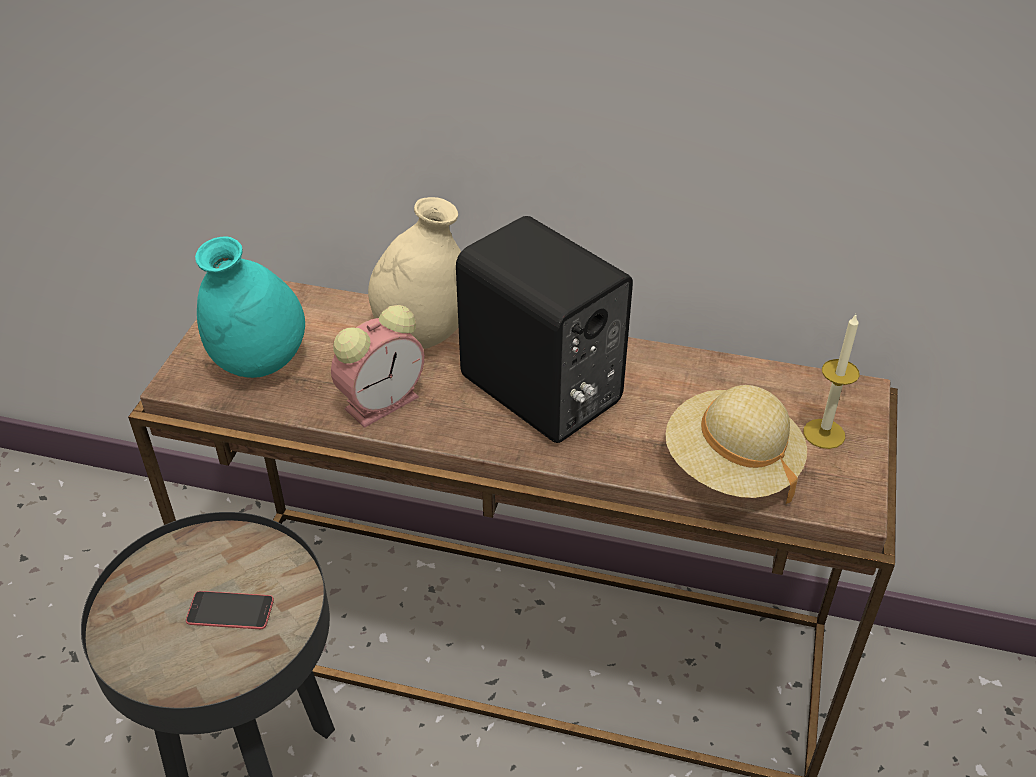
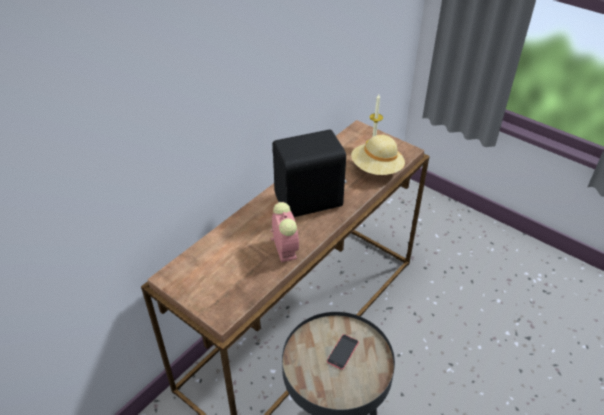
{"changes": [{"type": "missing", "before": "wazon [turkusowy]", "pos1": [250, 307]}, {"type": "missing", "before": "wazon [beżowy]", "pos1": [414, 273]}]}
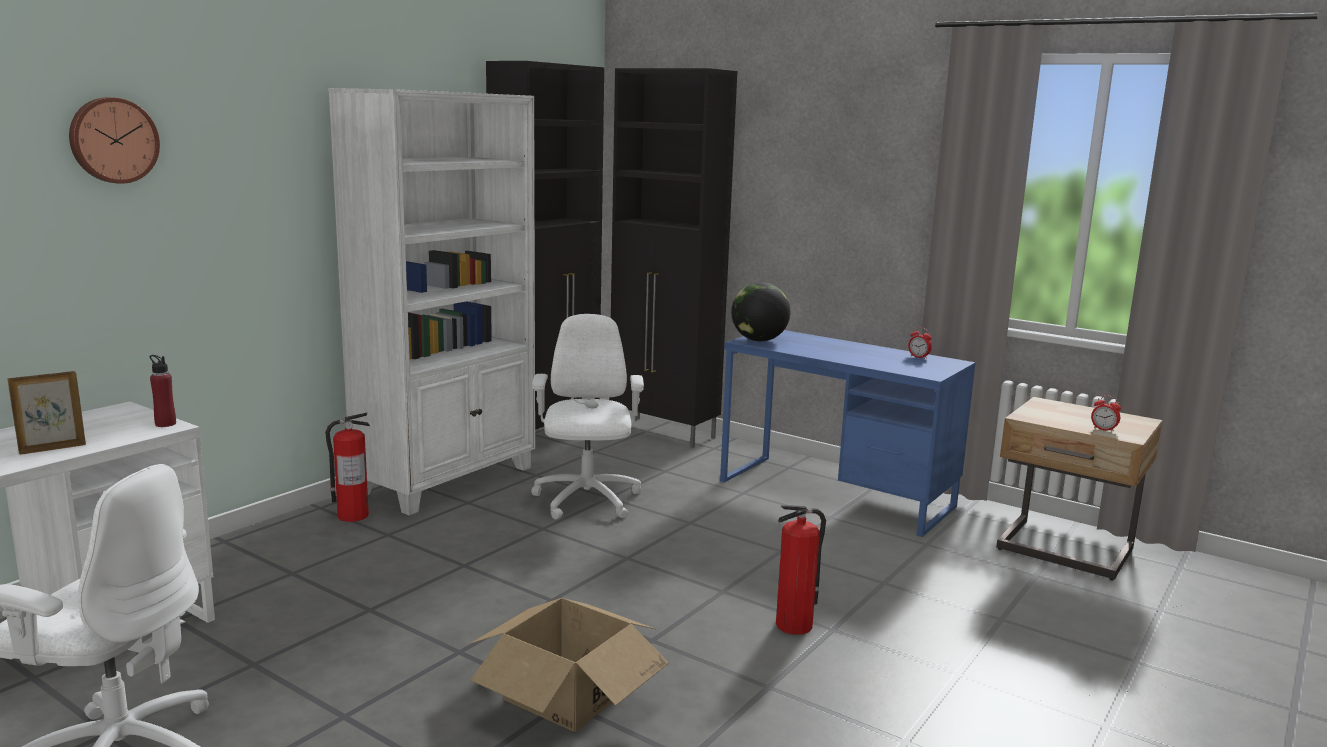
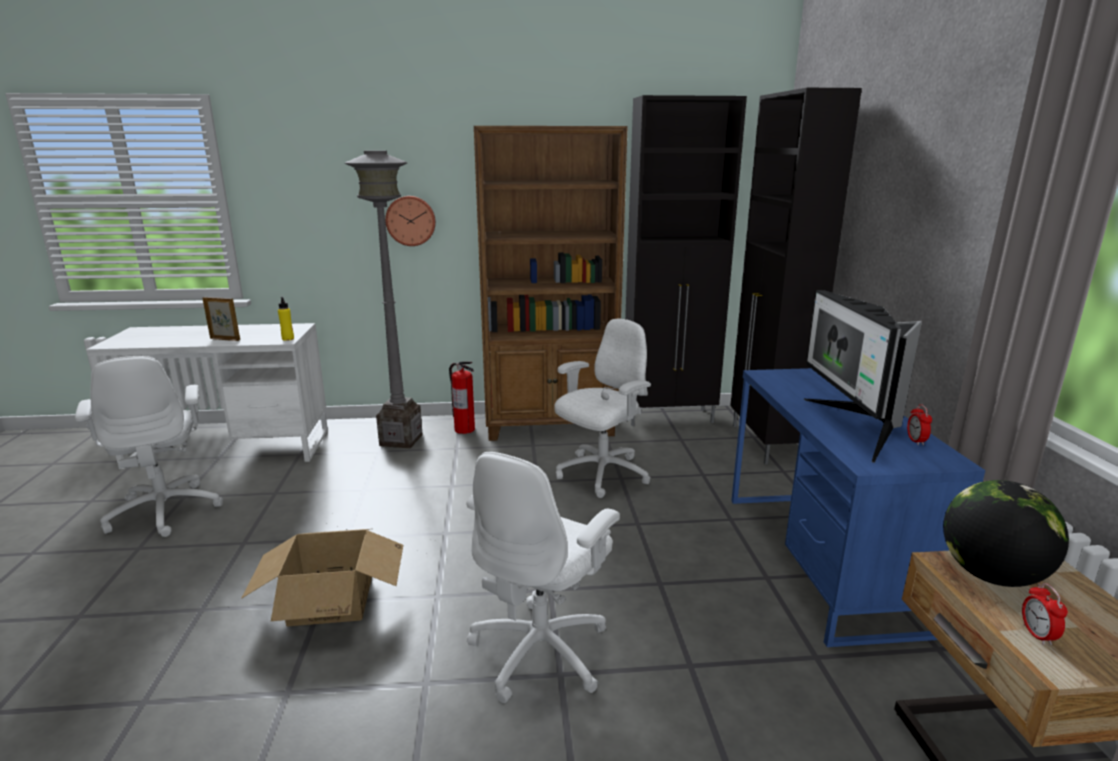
{"changes": [{"type": "relocated", "before": "zegar ścienny", "pos1": [114, 140], "pos2": [410, 221]}, {"type": "colour", "before": "butelka [czerwony]", "after": "butelka [żółty]", "pos1": [163, 391], "pos2": [286, 318]}, {"type": "colour", "before": "regał [biały]", "after": "regał [brązowy]", "pos1": [431, 301], "pos2": [551, 283]}, {"type": "relocated", "before": "globus", "pos1": [761, 311], "pos2": [1006, 533]}, {"type": "exchanged", "before": "gaśnica", "after": "krzesło biurowe [biały]", "pos1": [801, 570], "pos2": [543, 577]}, {"type": "appeared", "after": "lampa stojąca [szary]", "pos2": [384, 299]}, {"type": "appeared", "after": "monitor", "pos2": [862, 376]}]}
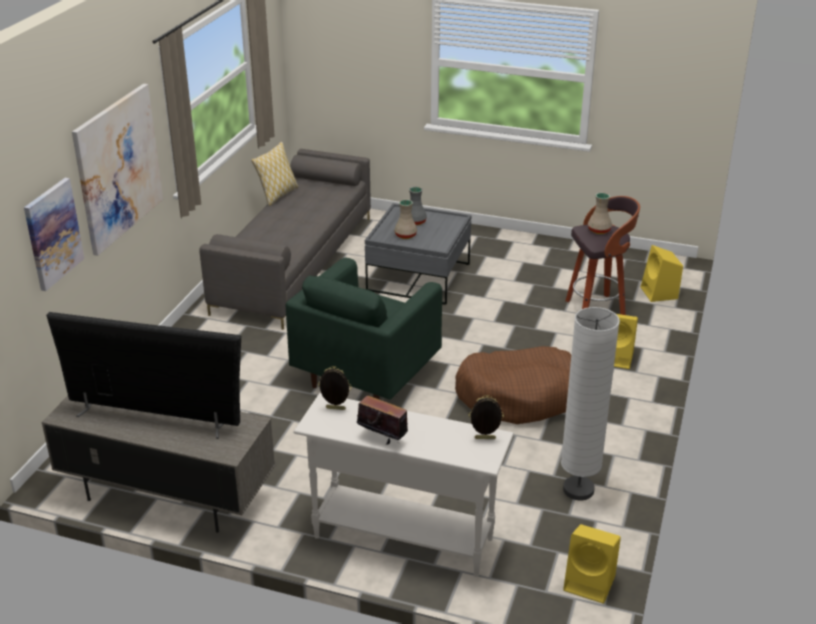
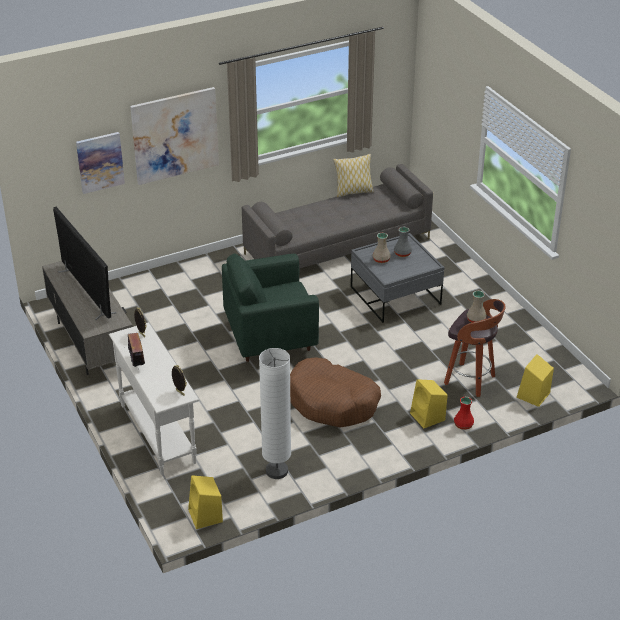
{"changes": [{"type": "appeared", "after": "wazon [czerwony]", "pos2": [464, 413]}]}
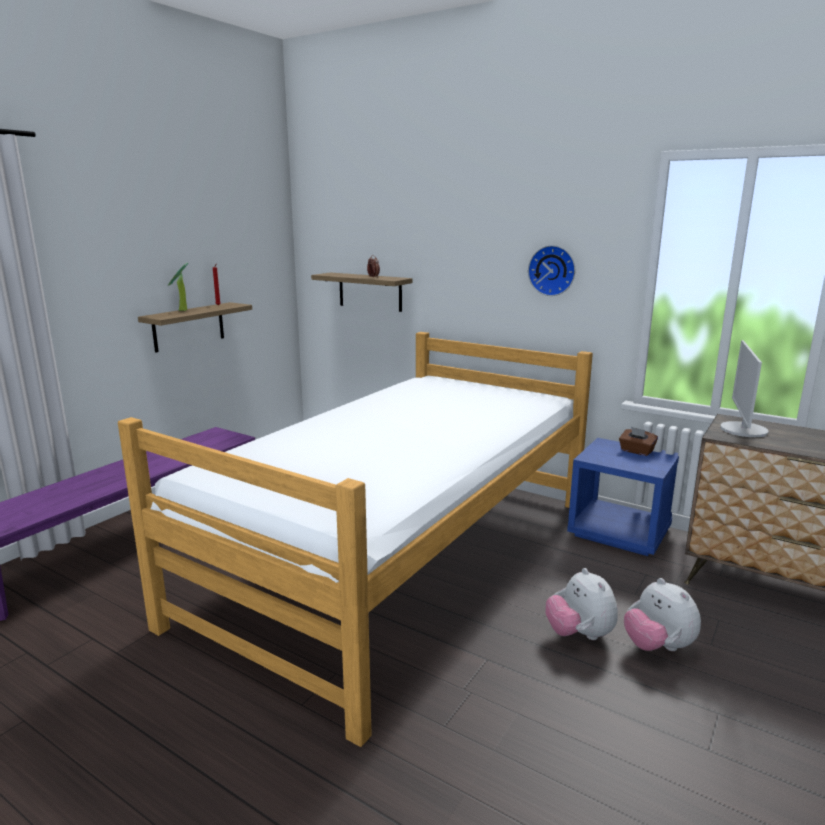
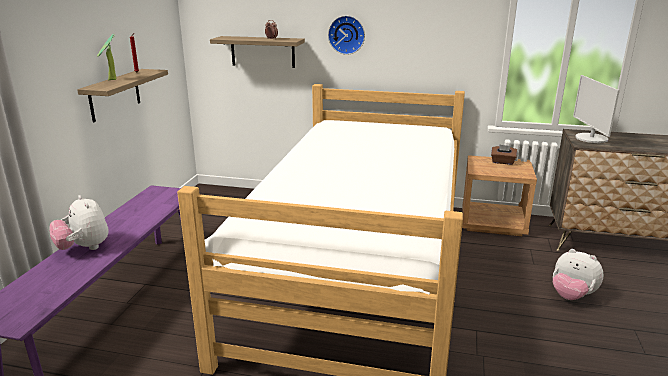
{"changes": [{"type": "relocated", "before": "zegar ścienny", "pos1": [551, 270], "pos2": [346, 35]}, {"type": "relocated", "before": "pluszak", "pos1": [582, 604], "pos2": [79, 222]}, {"type": "colour", "before": "szafka nocna [niebieski]", "after": "szafka nocna [brązowy]", "pos1": [623, 497], "pos2": [499, 195]}]}
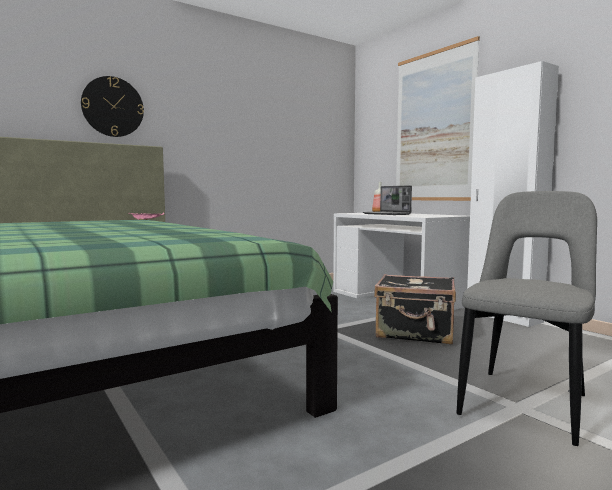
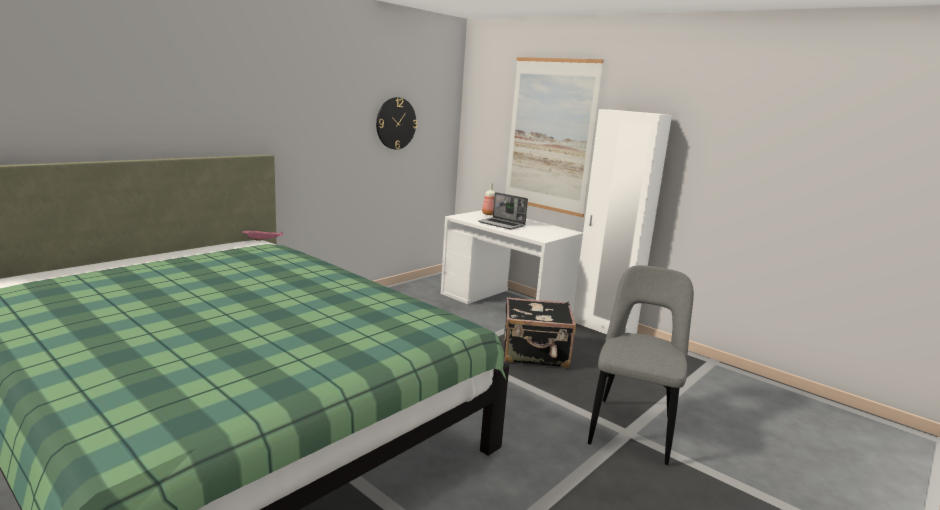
{"changes": [{"type": "relocated", "before": "zegar ścienny", "pos1": [112, 106], "pos2": [396, 123]}]}
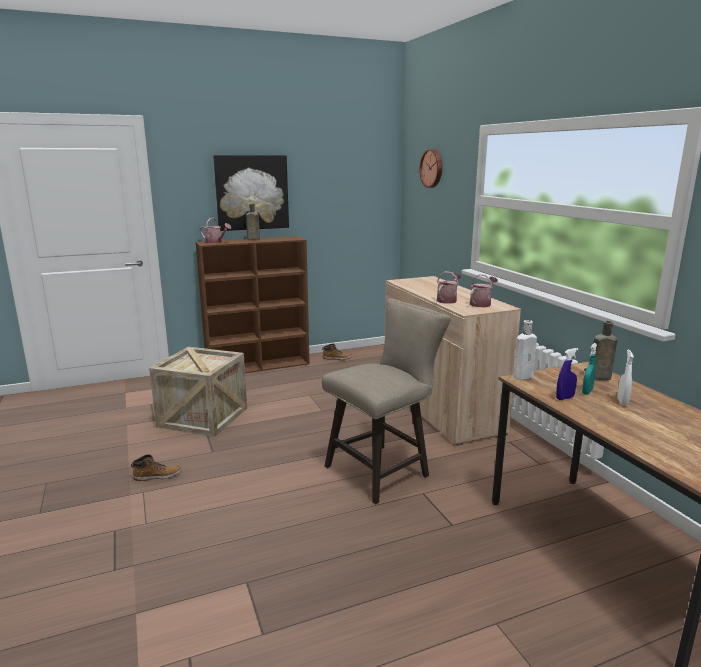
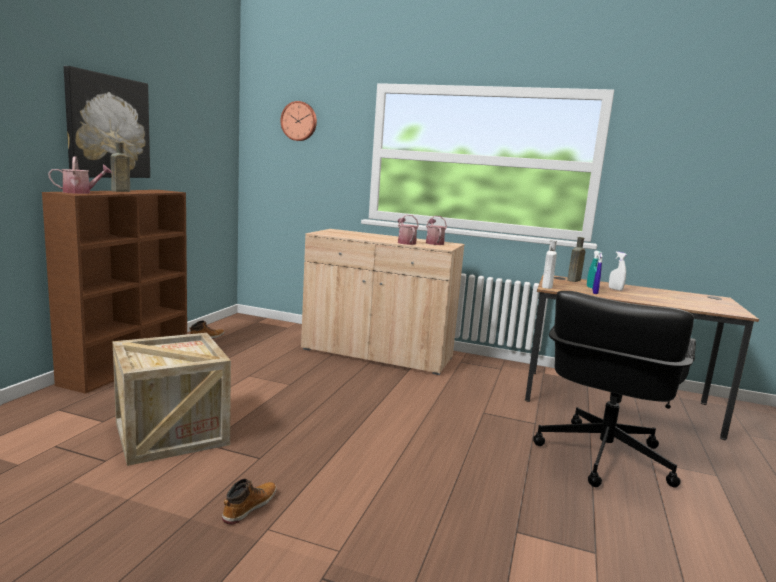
{"changes": [{"type": "missing", "before": "stołek [beżowy]", "pos1": [386, 401]}, {"type": "appeared", "after": "krzesło biurowe [czarny]", "pos2": [614, 389]}]}
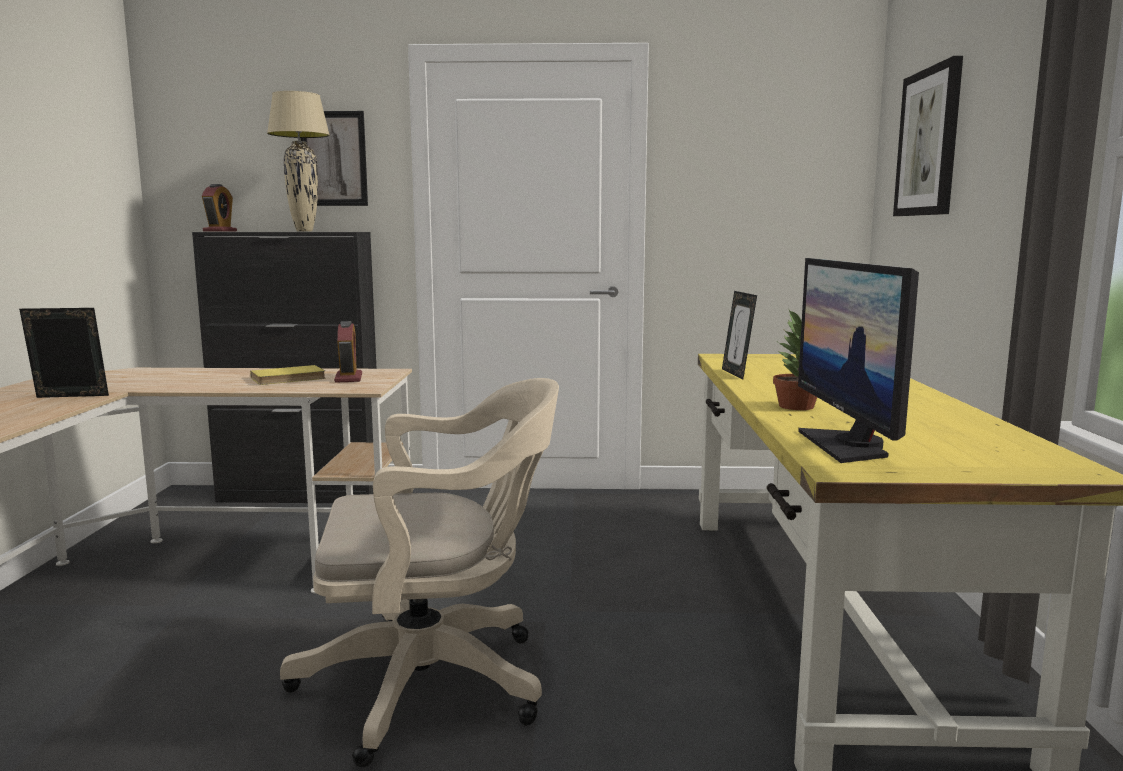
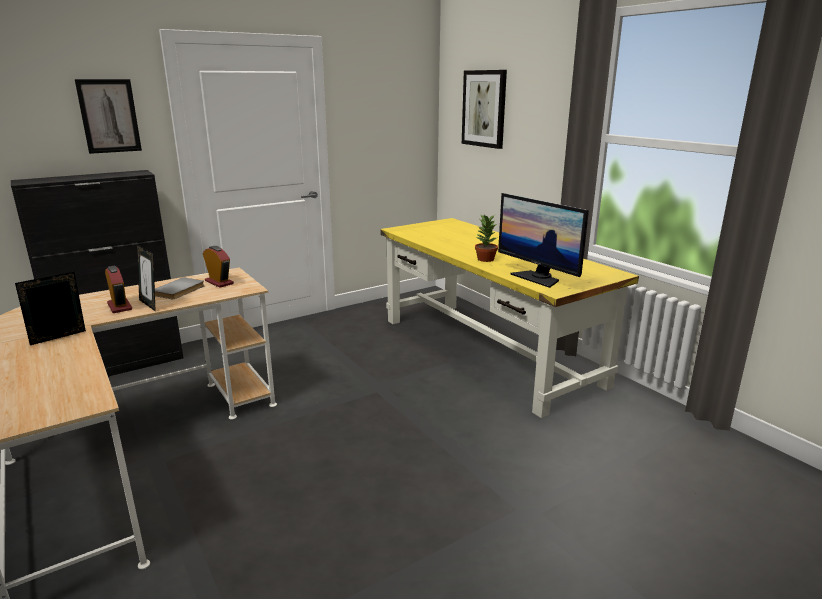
{"changes": [{"type": "relocated", "before": "budzik", "pos1": [219, 208], "pos2": [118, 289]}, {"type": "colour", "before": "książka [żółty]", "after": "książka [szary]", "pos1": [288, 375], "pos2": [179, 288]}, {"type": "missing", "before": "lampa stołowa [beżowy]", "pos1": [298, 161]}, {"type": "missing", "before": "krzesło biurowe [beżowy]", "pos1": [419, 572]}, {"type": "relocated", "before": "ramka na zdjęcie", "pos1": [739, 335], "pos2": [146, 277]}]}
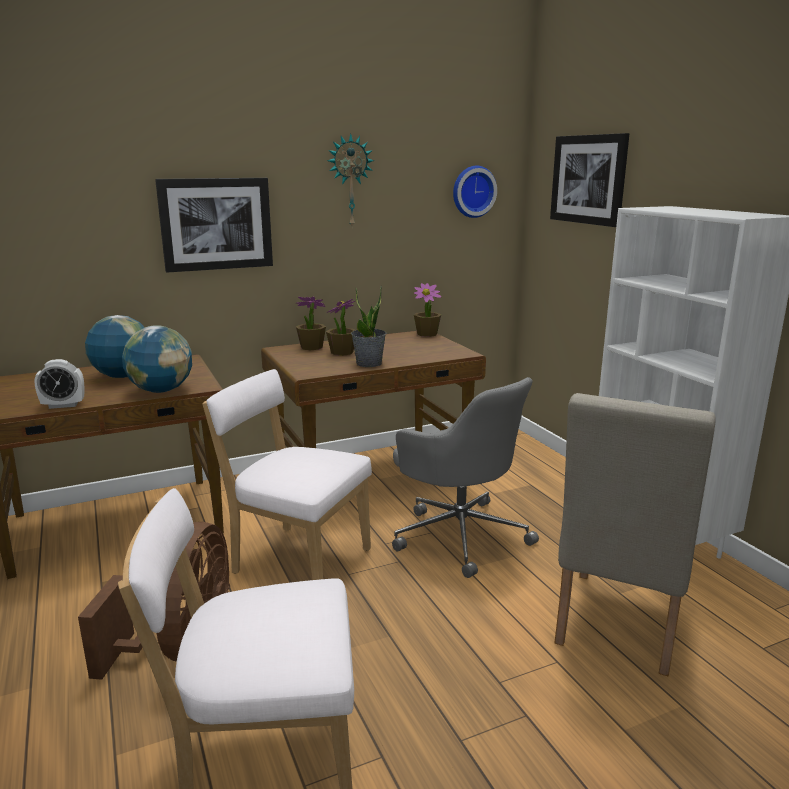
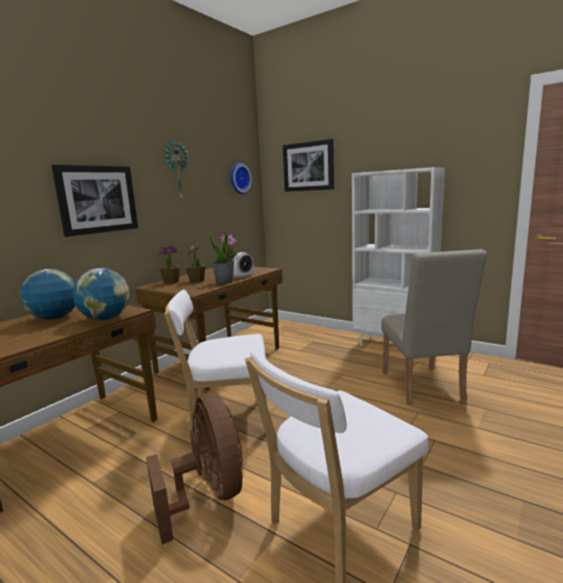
{"changes": [{"type": "relocated", "before": "budzik", "pos1": [60, 384], "pos2": [243, 265]}, {"type": "missing", "before": "krzesło biurowe [szary]", "pos1": [465, 477]}]}
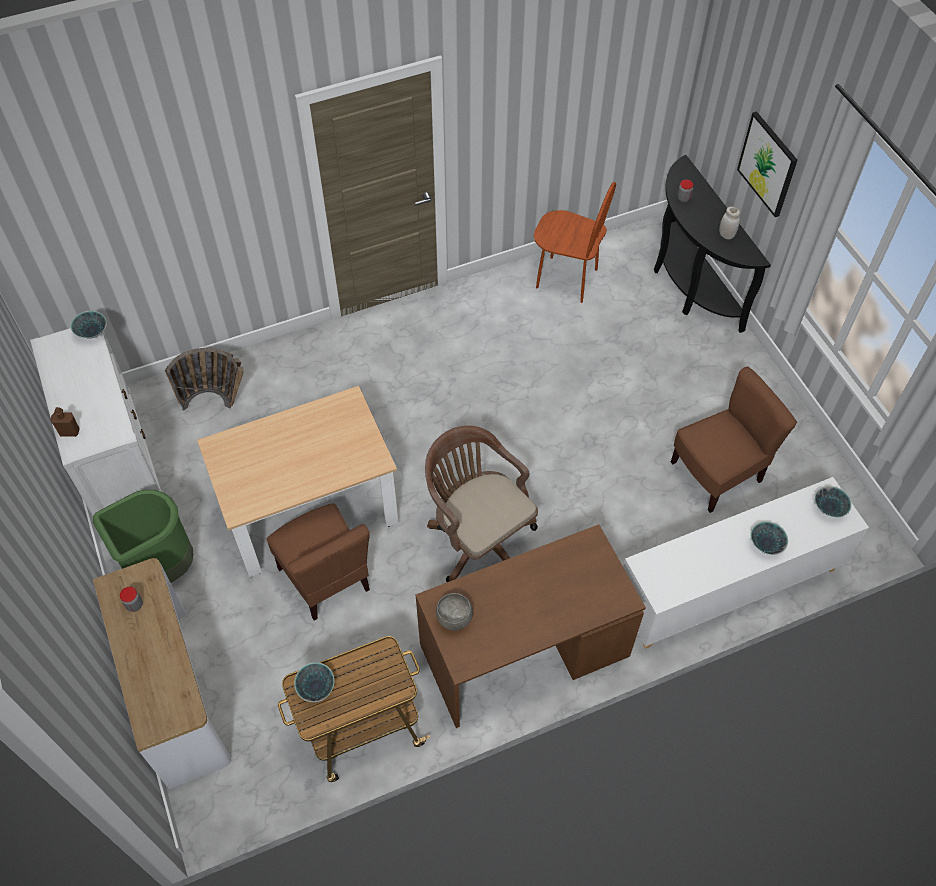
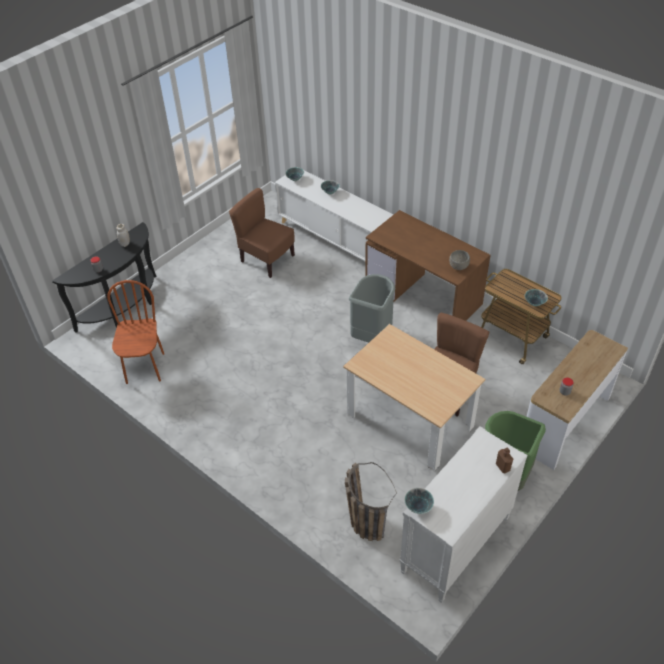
{"changes": [{"type": "exchanged", "before": "krzesło biurowe [brązowy]", "after": "kosz na śmieci [szary]", "pos1": [481, 503], "pos2": [372, 308]}, {"type": "missing", "before": "obraz", "pos1": [767, 164]}]}
